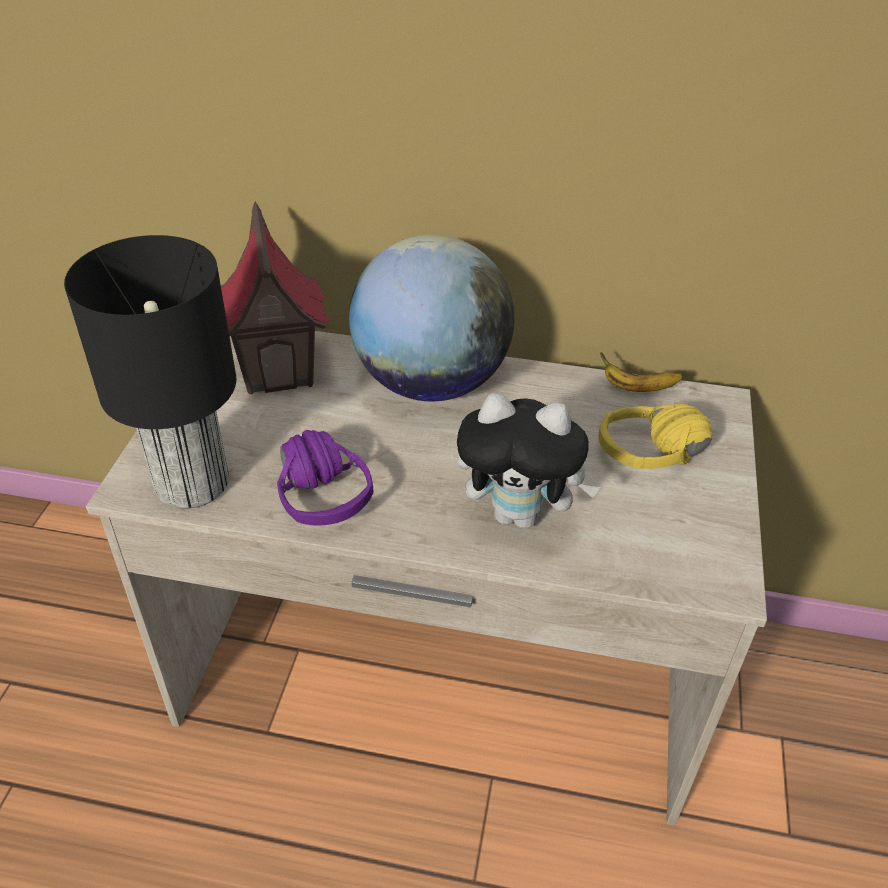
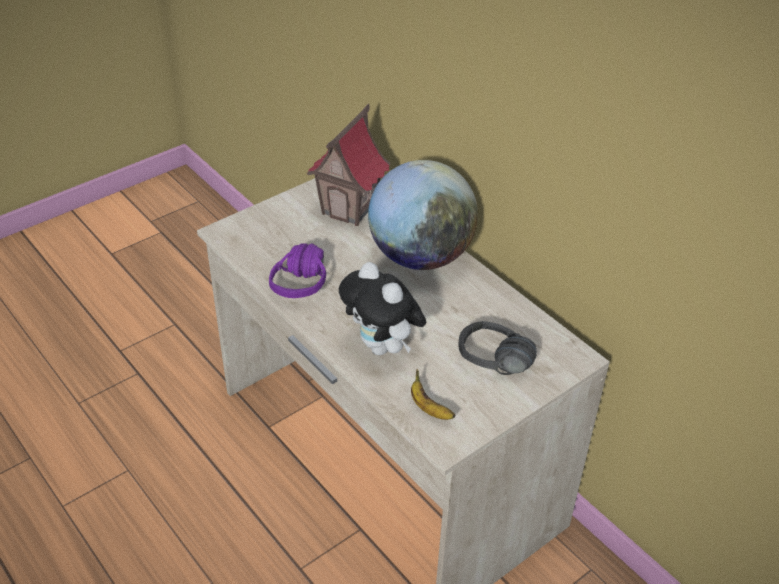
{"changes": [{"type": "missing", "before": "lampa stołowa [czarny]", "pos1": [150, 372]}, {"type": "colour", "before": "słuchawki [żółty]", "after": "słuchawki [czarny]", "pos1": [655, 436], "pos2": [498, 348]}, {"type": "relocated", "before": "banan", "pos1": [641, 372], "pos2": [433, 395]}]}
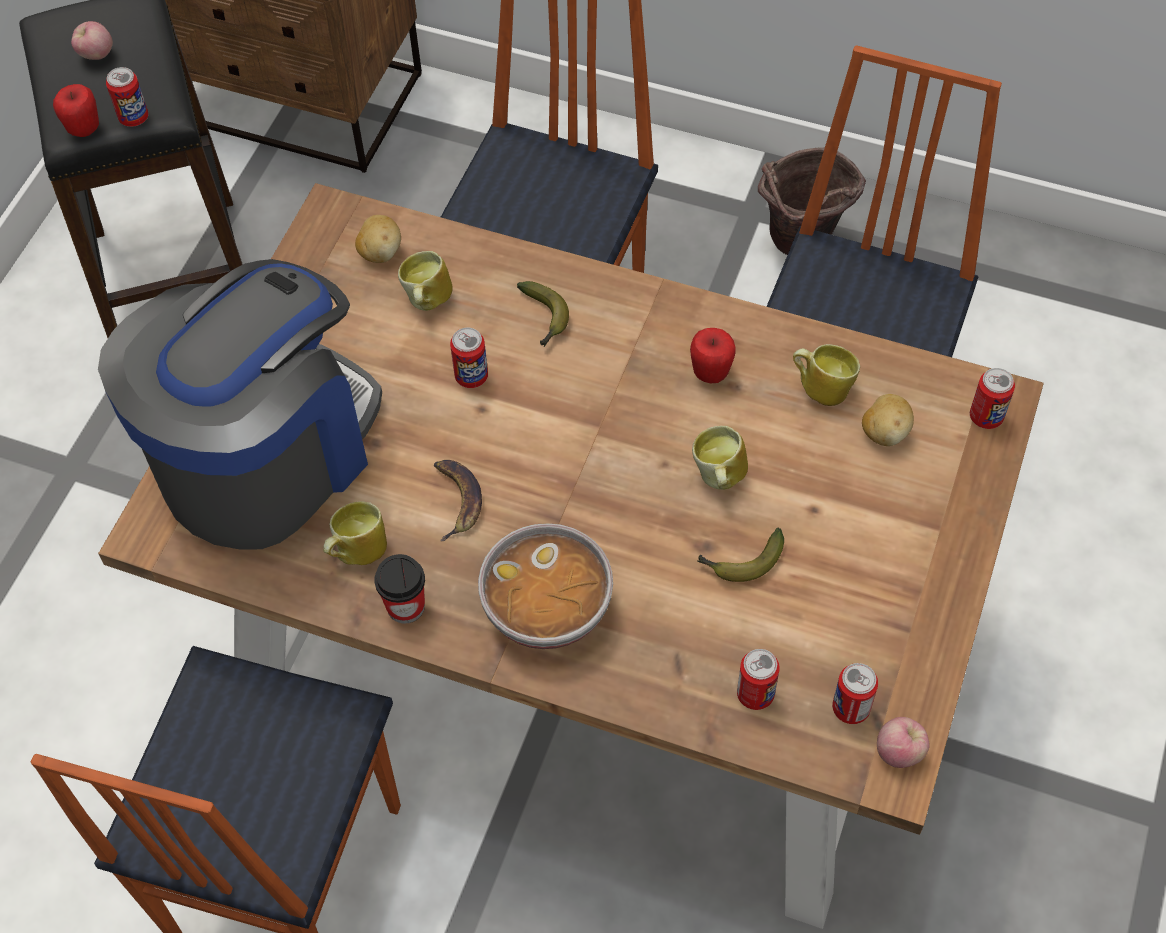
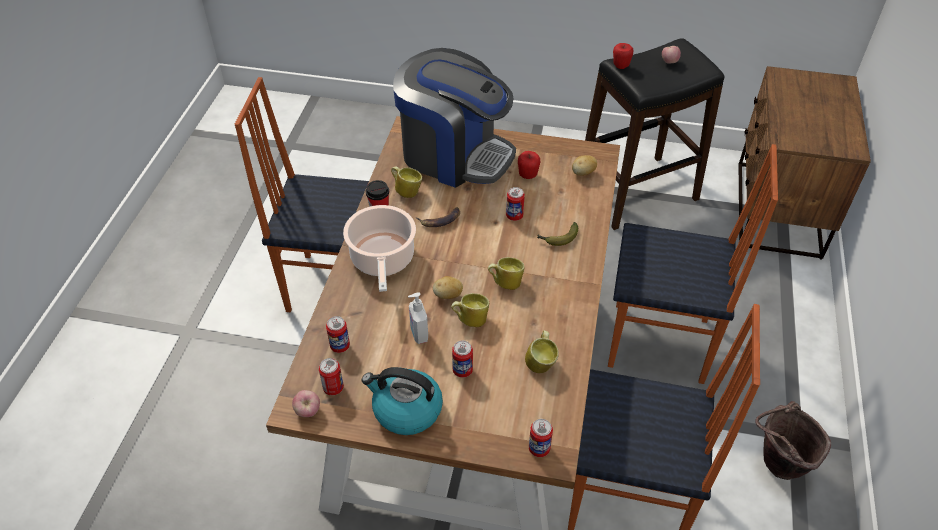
{"changes": [{"type": "relocated", "before": "puszka", "pos1": [127, 97], "pos2": [462, 359]}, {"type": "relocated", "before": "kubek", "pos1": [425, 281], "pos2": [506, 273]}, {"type": "exchanged", "before": "miska", "after": "garnek", "pos1": [545, 586], "pos2": [379, 248]}, {"type": "relocated", "before": "jabłko", "pos1": [713, 356], "pos2": [529, 165]}, {"type": "exchanged", "before": "banan", "after": "dozownik mydła", "pos1": [740, 555], "pos2": [418, 318]}, {"type": "relocated", "before": "ziemniak", "pos1": [888, 420], "pos2": [448, 287]}, {"type": "appeared", "after": "czajnik", "pos2": [402, 401]}]}
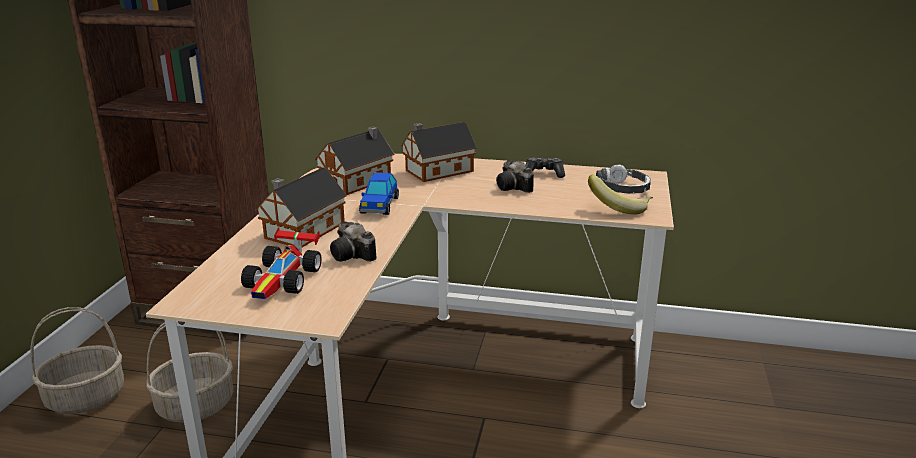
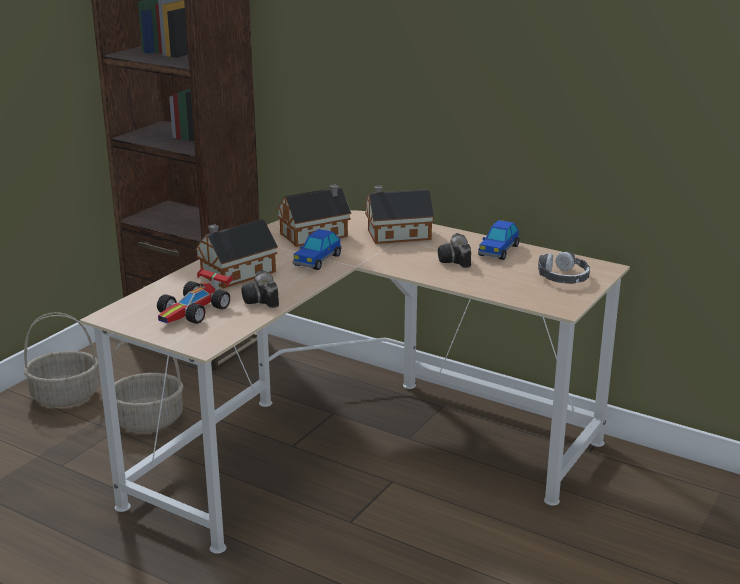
{"changes": [{"type": "exchanged", "before": "pad do gier", "after": "samochodzik", "pos1": [545, 167], "pos2": [498, 240]}, {"type": "missing", "before": "banan", "pos1": [620, 194]}]}
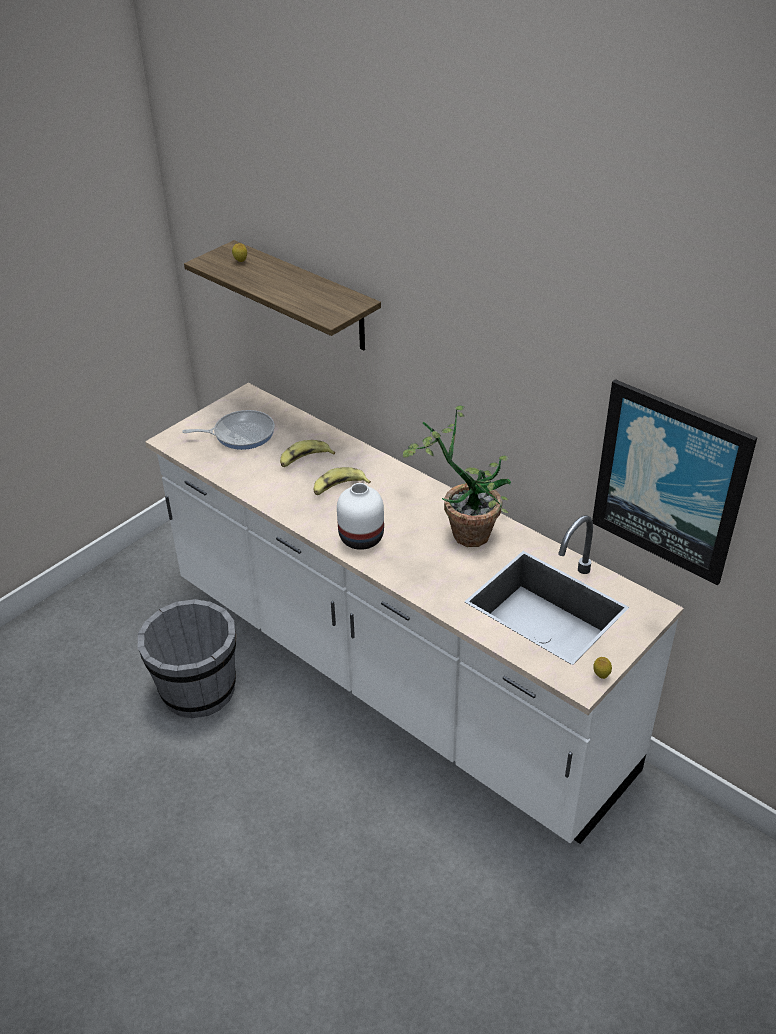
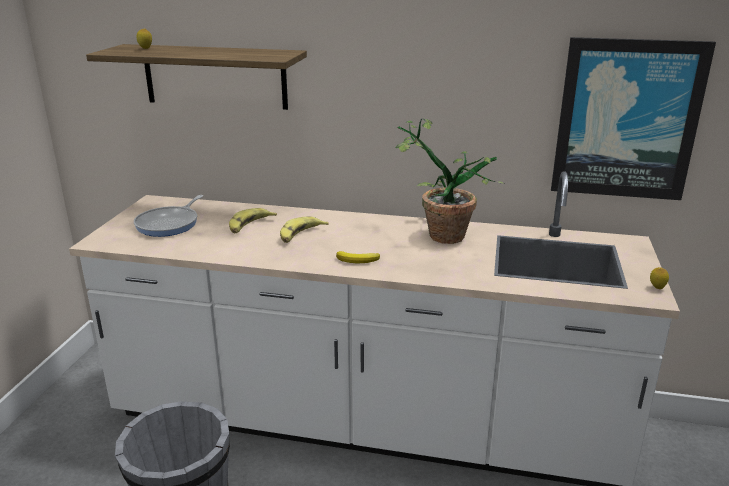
{"changes": [{"type": "spun", "before": "patelnia", "pos1": [228, 430], "pos2": [168, 216], "turn": 150}, {"type": "exchanged", "before": "wazon [biały]", "after": "banan", "pos1": [360, 516], "pos2": [358, 257]}]}
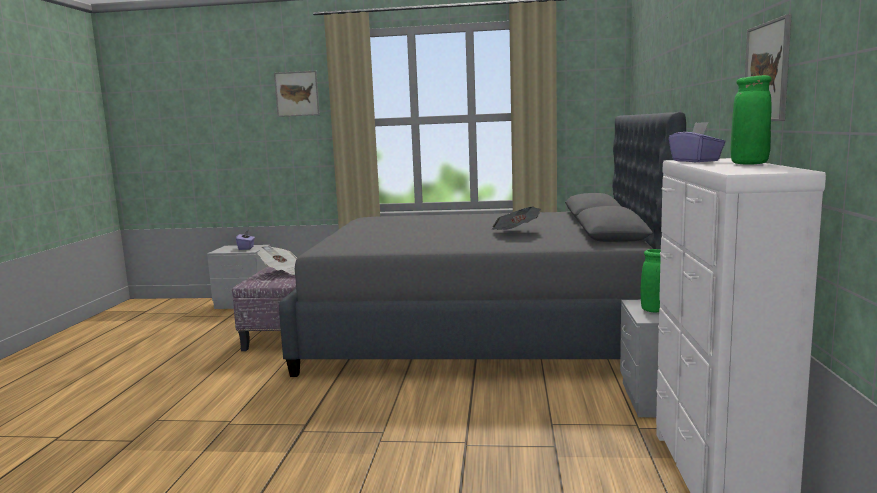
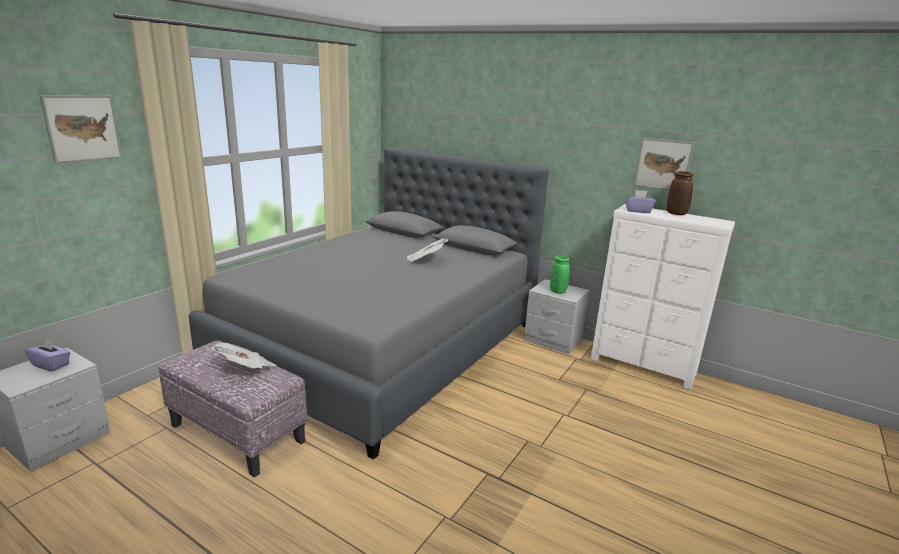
{"changes": [{"type": "colour", "before": "wazon [zielony]", "after": "wazon [brązowy]", "pos1": [751, 120], "pos2": [680, 193]}]}
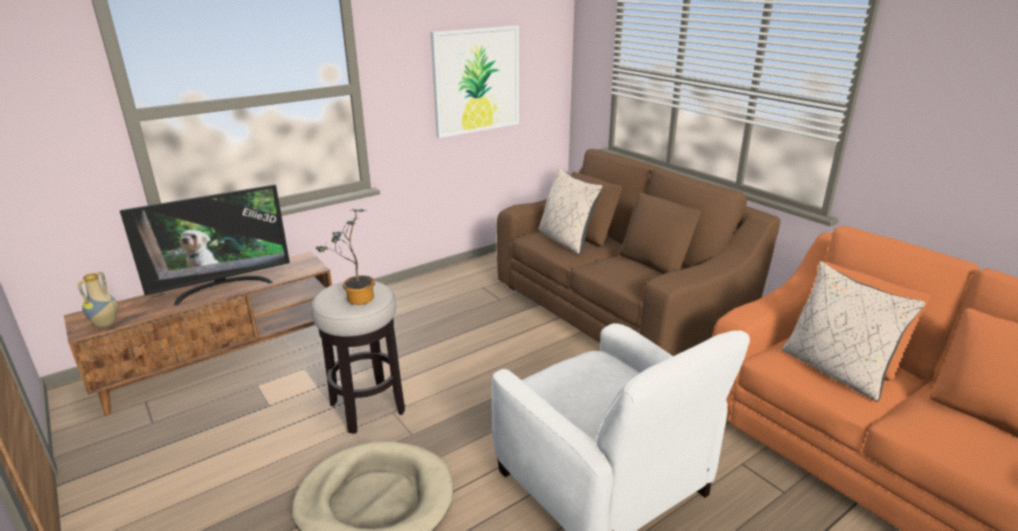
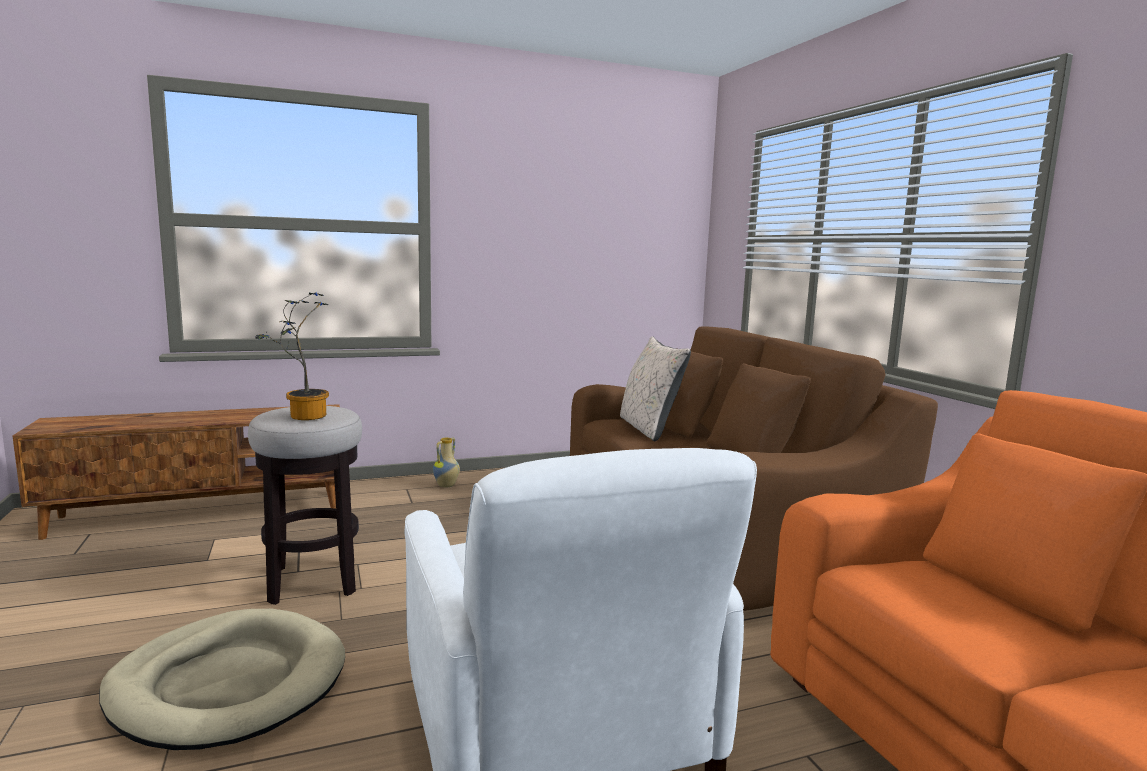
{"changes": [{"type": "relocated", "before": "wazon", "pos1": [97, 299], "pos2": [446, 463]}, {"type": "missing", "before": "telewizor", "pos1": [205, 245]}, {"type": "missing", "before": "obraz", "pos1": [475, 81]}, {"type": "missing", "before": "poduszka [beżowy]", "pos1": [853, 331]}]}
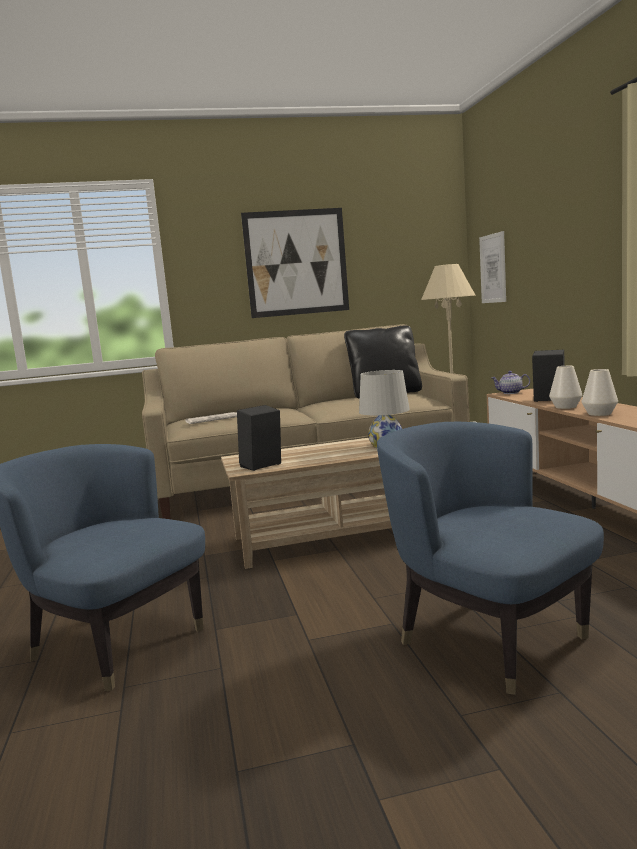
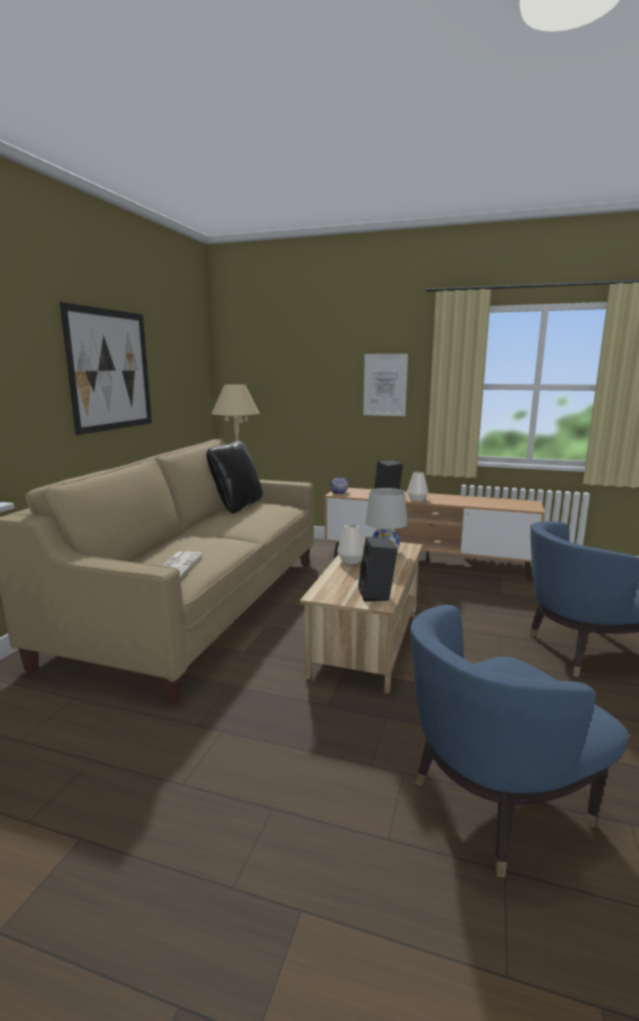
{"changes": [{"type": "relocated", "before": "obraz", "pos1": [492, 267], "pos2": [385, 385]}, {"type": "relocated", "before": "wazon [biały]", "pos1": [600, 392], "pos2": [350, 544]}]}
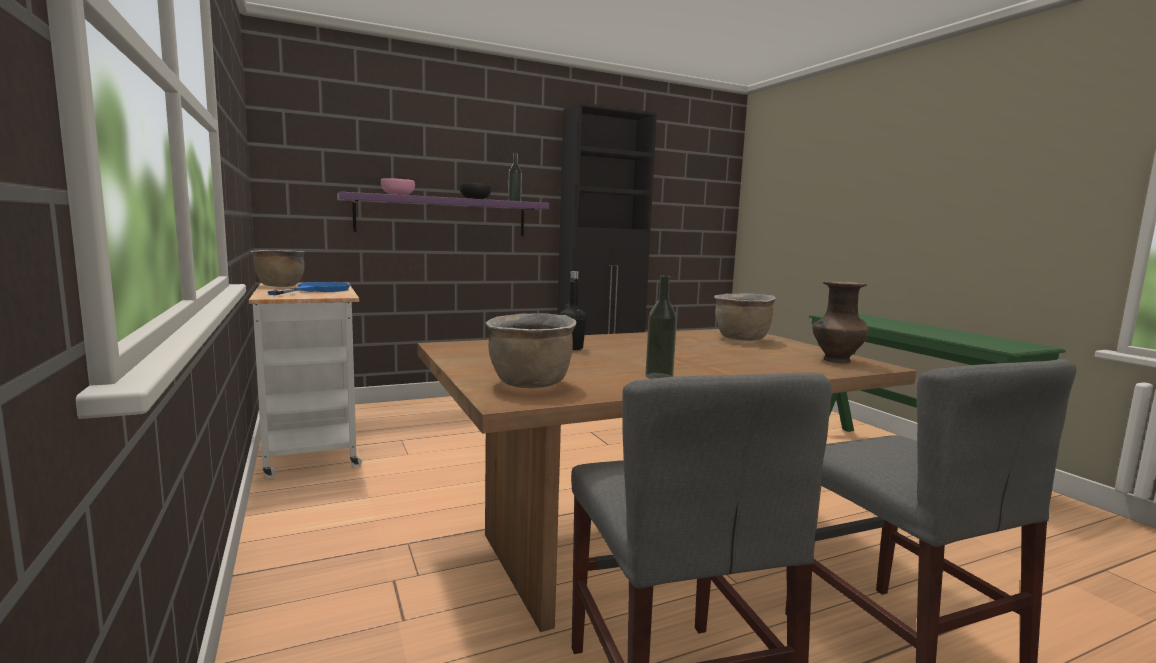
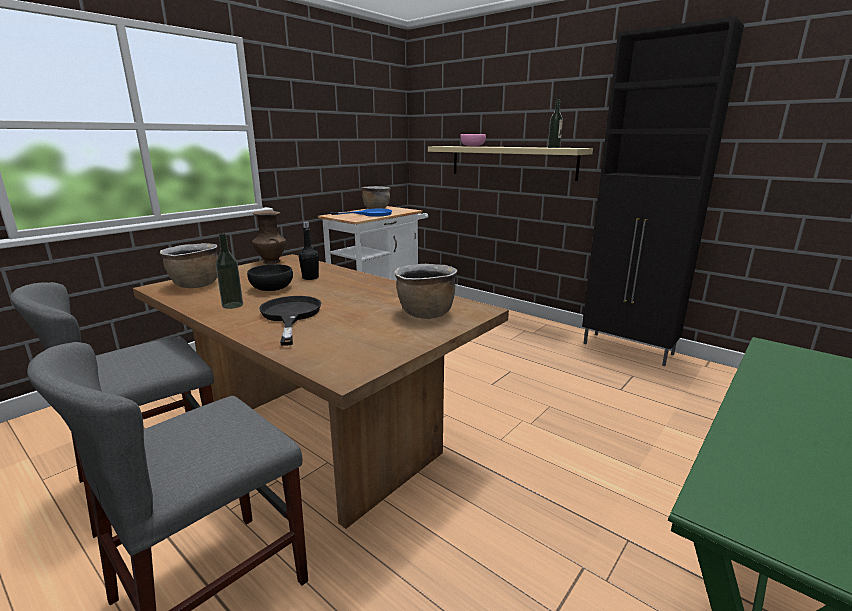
{"changes": [{"type": "colour", "before": "półka [fioletowy]", "after": "półka [beżowy]", "pos1": [443, 214], "pos2": [510, 163]}, {"type": "relocated", "before": "miska [czarny]", "pos1": [475, 191], "pos2": [270, 277]}, {"type": "relocated", "before": "wazon [brązowy]", "pos1": [840, 322], "pos2": [269, 237]}, {"type": "appeared", "after": "patelnia [czarny]", "pos2": [290, 321]}]}
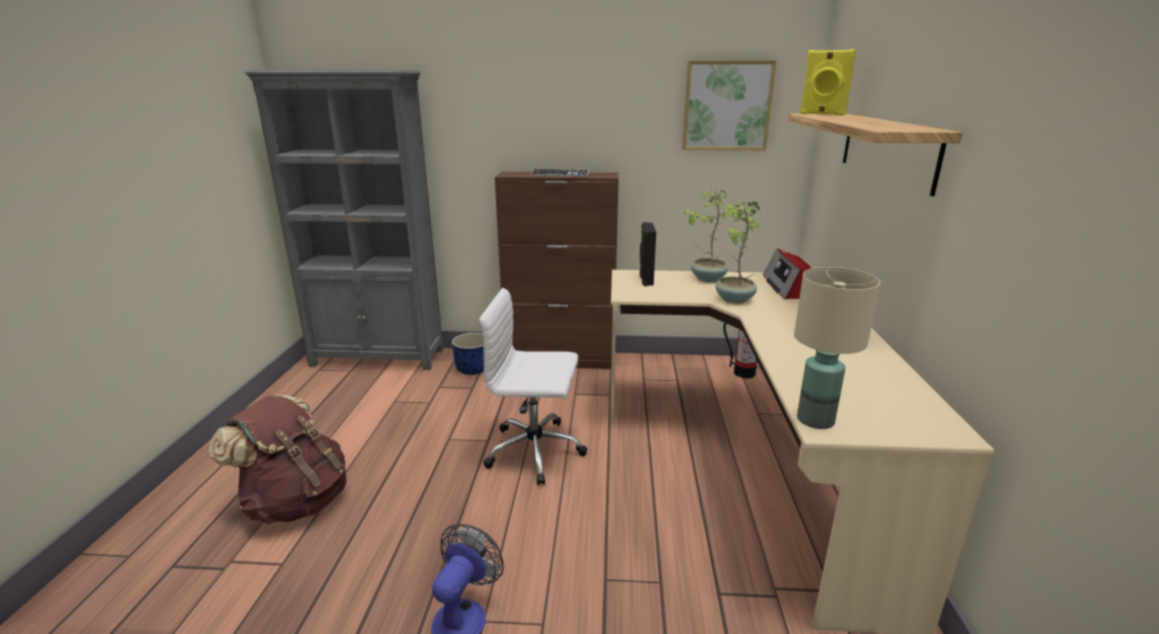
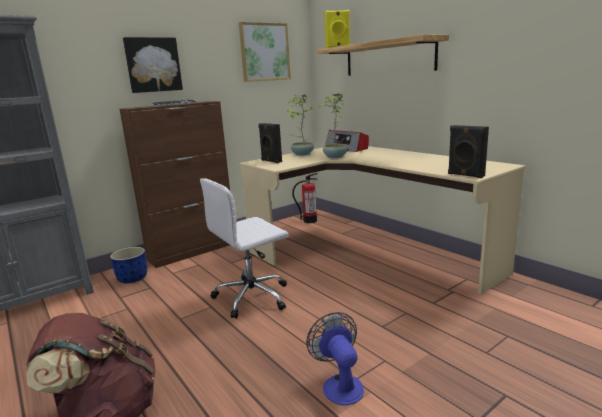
{"changes": [{"type": "exchanged", "before": "lampa stołowa [beżowy]", "after": "głośnik [czarny]", "pos1": [837, 348], "pos2": [468, 151]}, {"type": "appeared", "after": "obraz", "pos2": [153, 65]}]}
